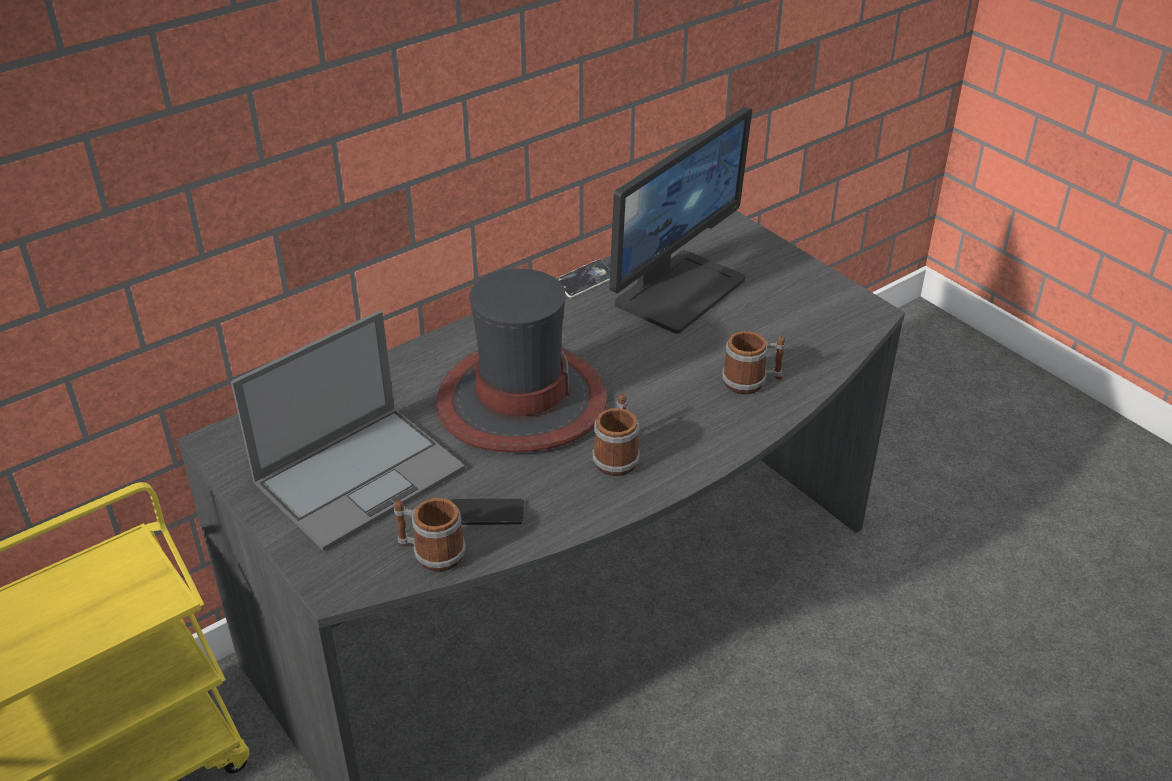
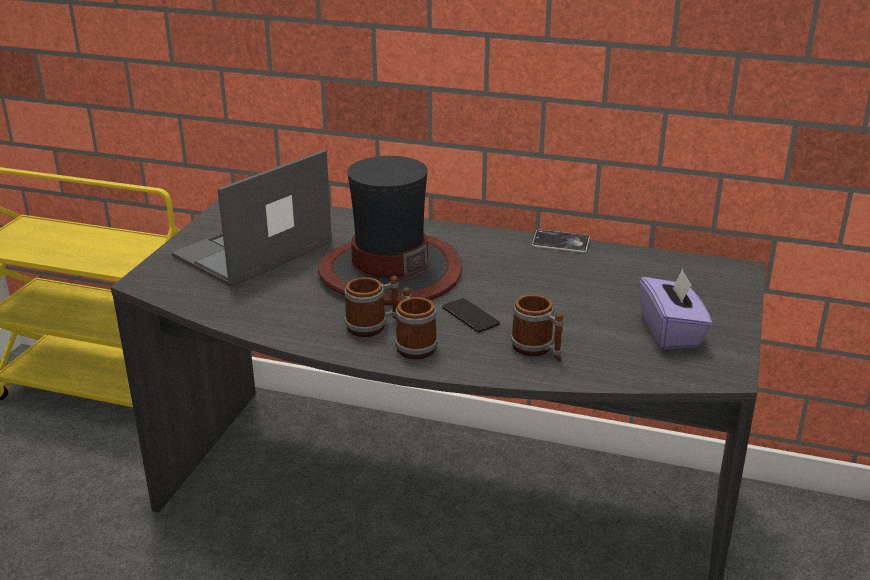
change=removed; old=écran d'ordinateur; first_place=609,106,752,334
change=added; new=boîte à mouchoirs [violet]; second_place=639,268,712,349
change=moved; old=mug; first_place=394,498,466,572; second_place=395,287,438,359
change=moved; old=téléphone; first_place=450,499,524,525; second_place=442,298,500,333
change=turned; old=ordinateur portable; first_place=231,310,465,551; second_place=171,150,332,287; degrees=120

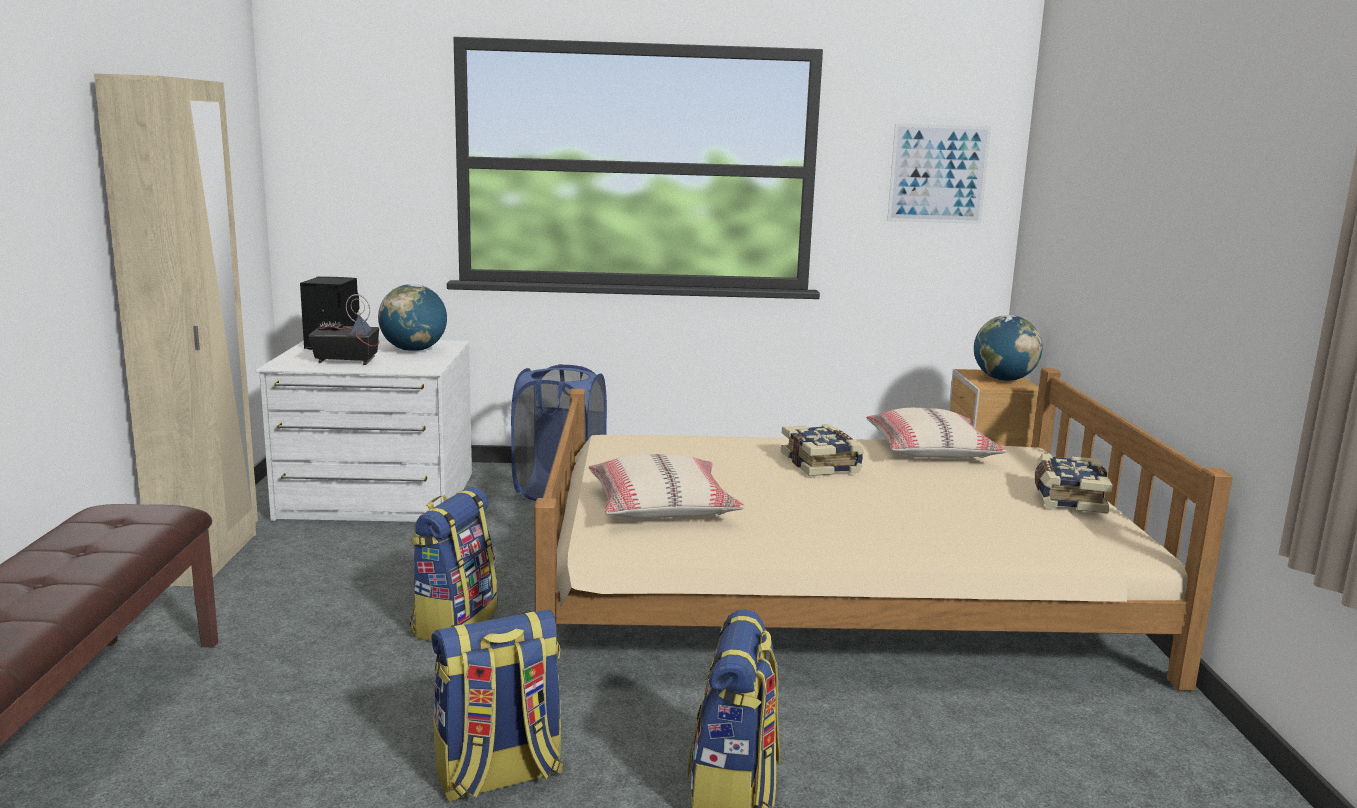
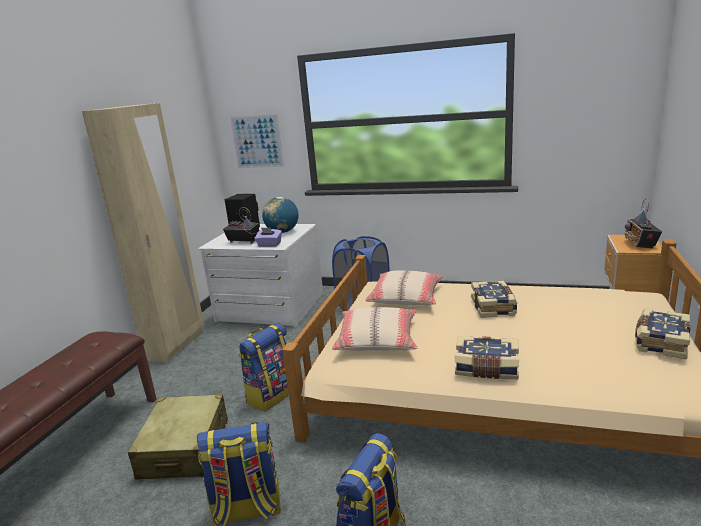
change=added; new=valise [beige]; second_place=128,394,228,480
change=added; new=boîte à mouchoirs [violet]; second_place=254,228,282,247
change=added; new=livre; second_place=455,336,519,379
change=moved; old=coussin [beige]; first_place=866,408,1007,458; second_place=365,270,443,306
change=moved; old=tableau; first_place=887,123,991,224; second_place=230,114,284,168
change=replaced; old=globe; new=radio; first_place=974,315,1042,381; second_place=624,198,662,248

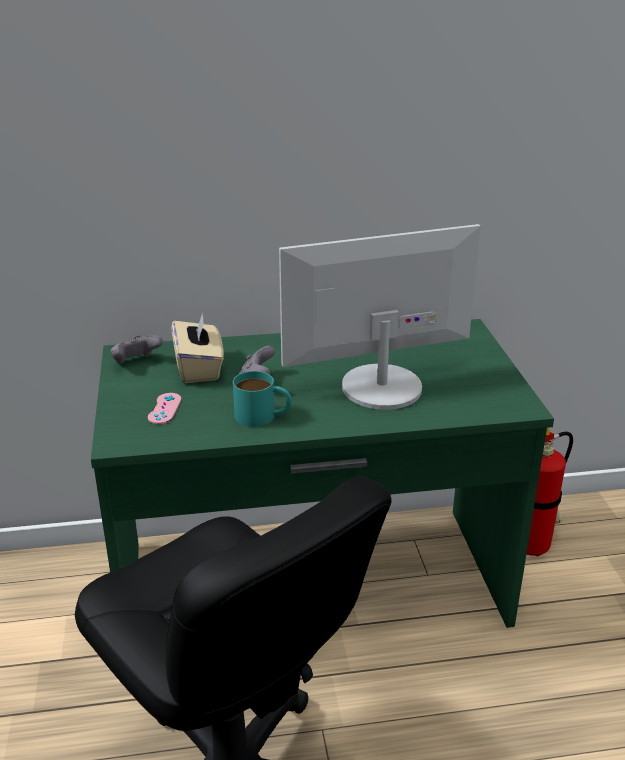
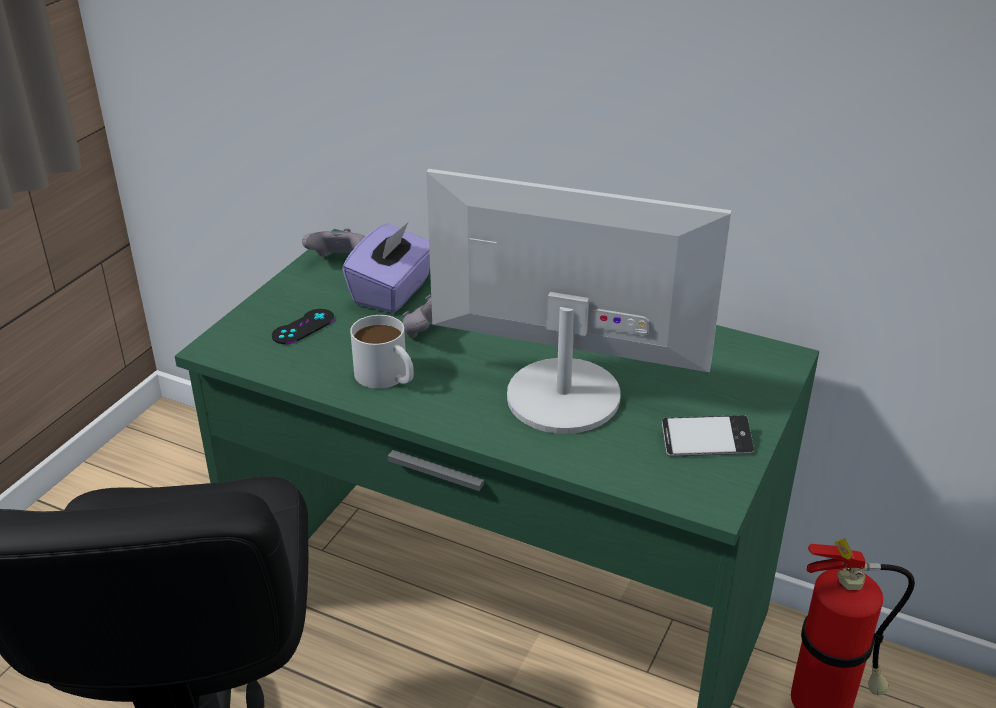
change=added; new=téléphone; second_place=661,415,754,457
change=recoloured; old=manette [rose]; new=manette [noir]; first_place=148,393,182,424; second_place=272,309,334,344
change=recoloured; old=boîte à mouchoirs [beige]; new=boîte à mouchoirs [violet]; first_place=171,313,224,383; second_place=342,223,430,313
change=recoloured; old=mug [turquoise]; new=mug [blanc]; first_place=233,371,292,427; second_place=350,315,414,389

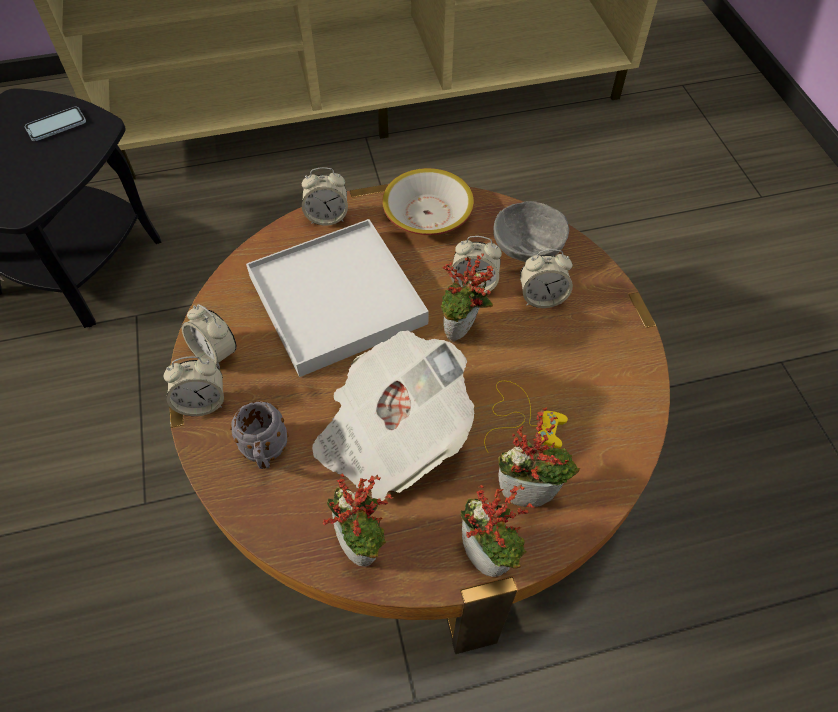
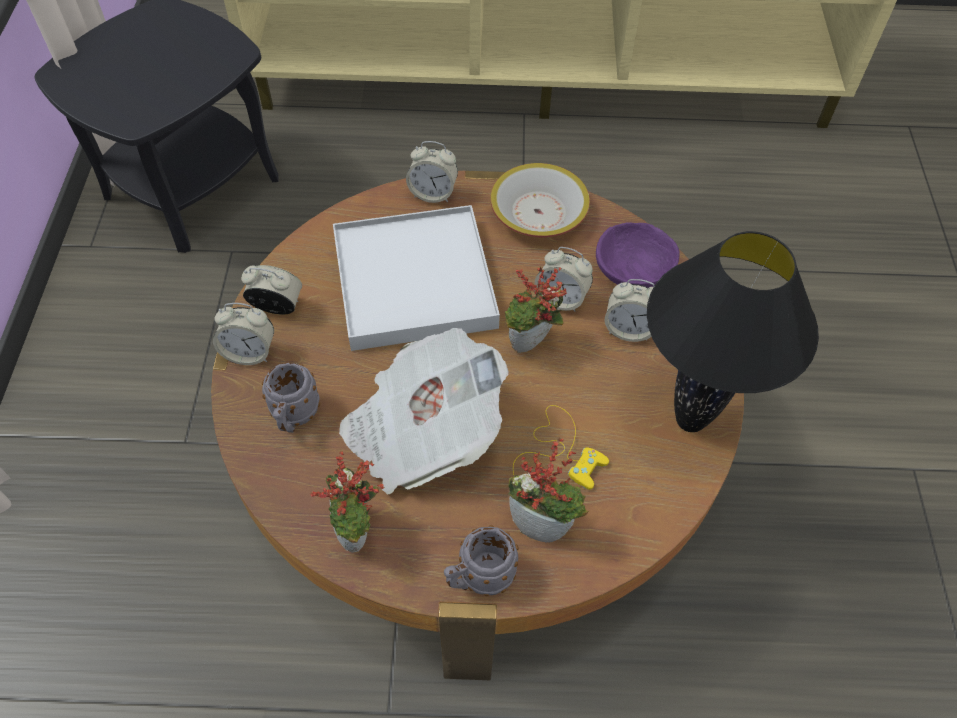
change=removed; old=téléphone; first_place=25,107,86,141
change=added; new=lampe de table [noir]; second_place=647,231,819,432
change=replaced; old=plante en pot; new=mug [gris]; first_place=461,485,535,577; second_place=444,525,519,596
change=recoloured; old=bol [gris]; new=bol [violet]; first_place=493,201,569,262; second_place=596,223,679,288
change=turned; old=réveil; first_place=182,304,236,369; second_place=241,265,302,314; degrees=135

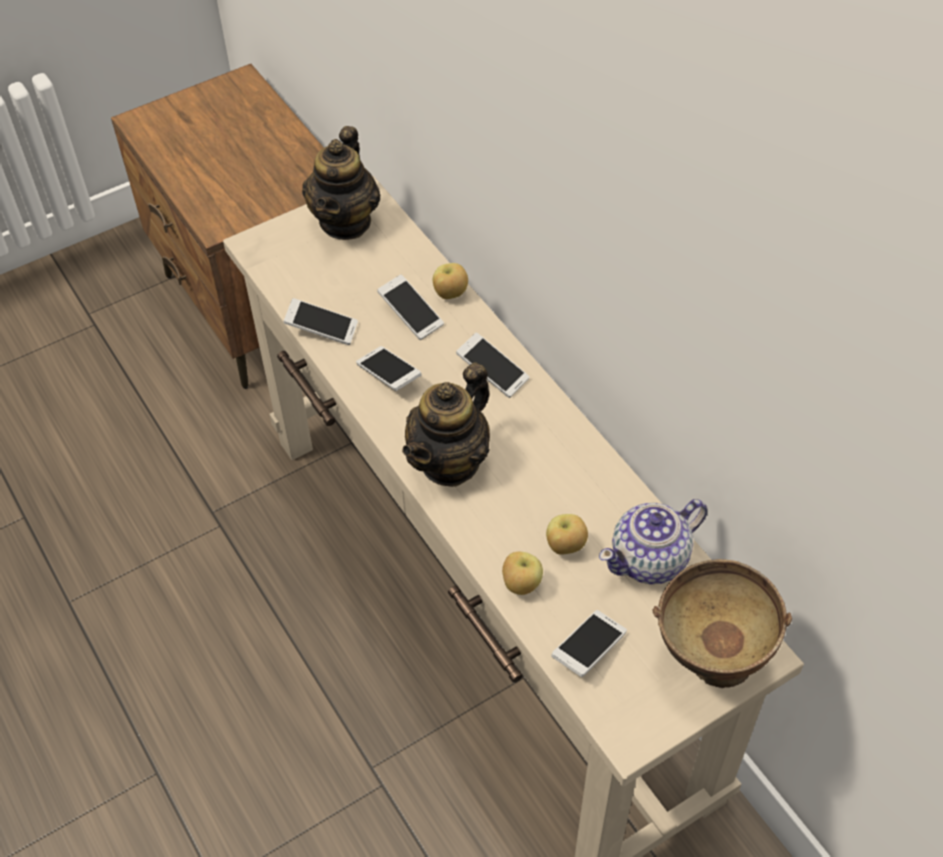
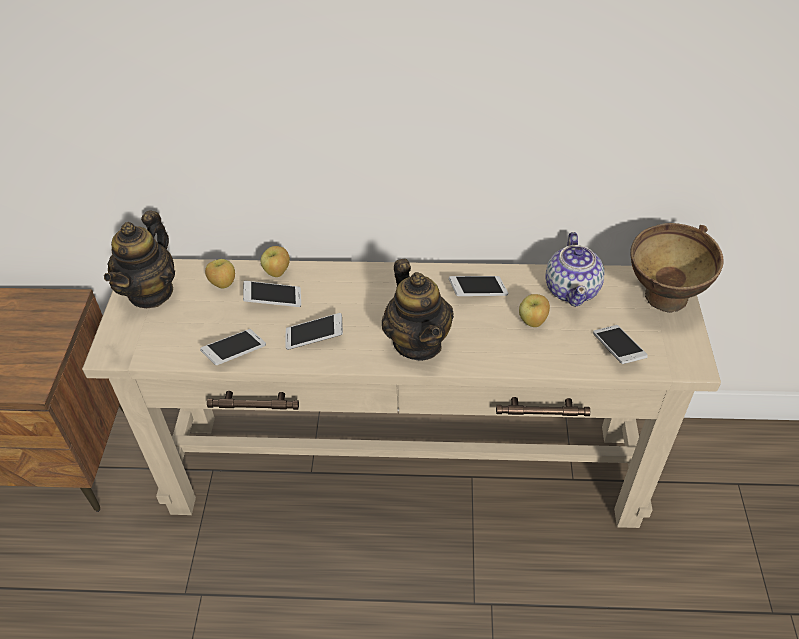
change=moved; old=téléphone; first_place=456,333,530,398; second_place=449,276,508,296
change=moved; old=pomme; first_place=502,552,543,595; second_place=205,259,235,289
change=turned; old=théière; first_place=302,126,381,240; second_place=104,211,175,308; degrees=60

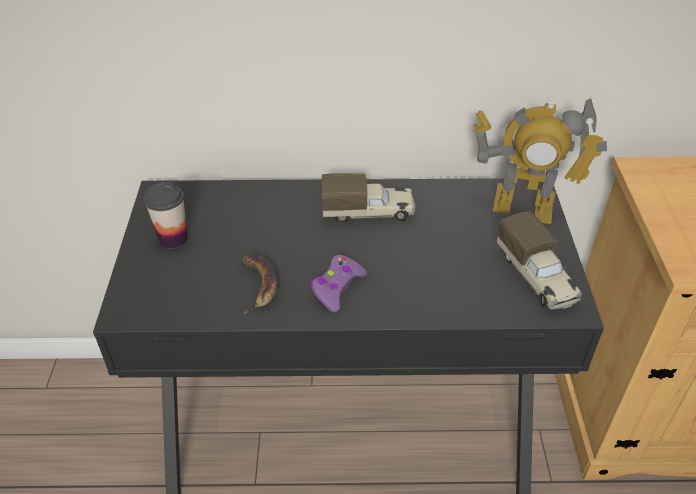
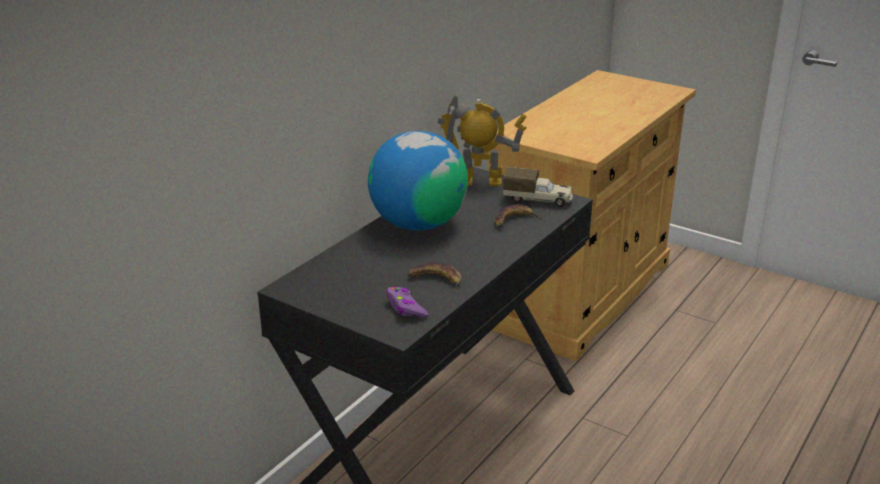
change=removed; old=tasse; first_place=144,182,188,249
change=added; new=banane; second_place=494,205,542,227
change=moved; old=manette [violet]; first_place=310,255,367,312; second_place=386,287,428,318
change=replaced; old=camion jouet; new=globe; first_place=322,173,416,222; second_place=368,131,468,230
change=turned; old=robot jouet; first_place=473,97,607,224; second_place=438,93,527,186; degrees=-135

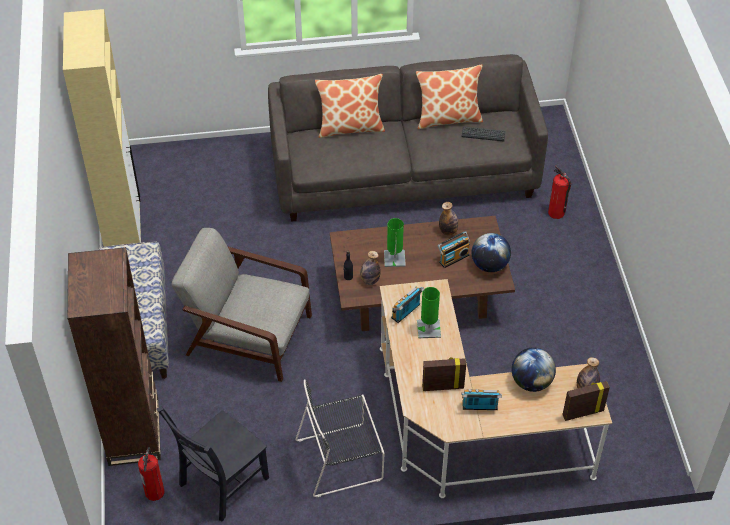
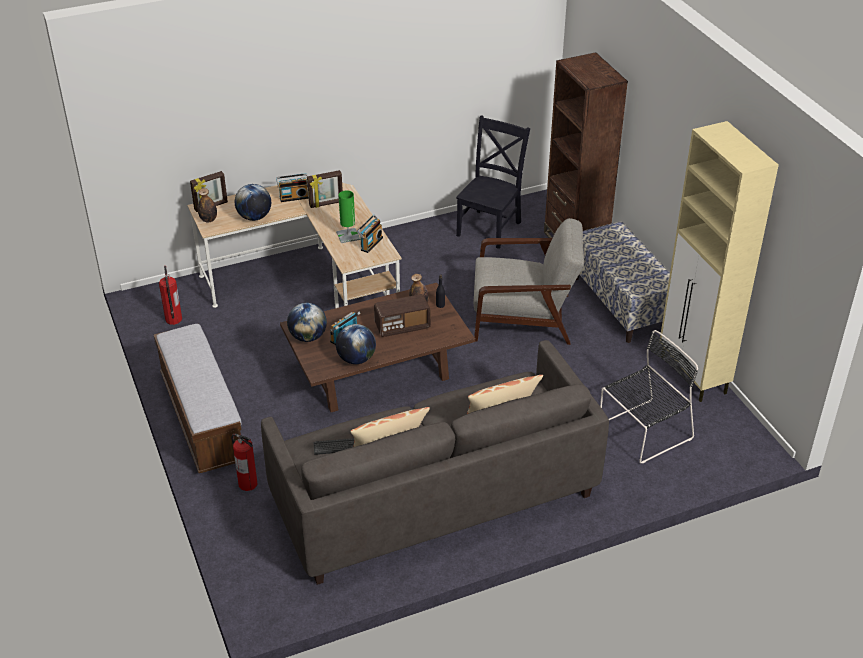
change=added; new=banc; second_place=154,324,242,473
change=moved; old=extincteur; first_place=138,447,165,501; second_place=159,266,182,325
change=moved; old=chaise [noir]; first_place=296,379,384,497; second_place=600,330,698,464
change=replaced; old=lampe de table [vert]; new=radio; first_place=384,218,406,267; second_place=374,294,431,337
change=replaced; old=bouteille; new=globe; first_place=439,202,458,235; second_place=336,324,376,364

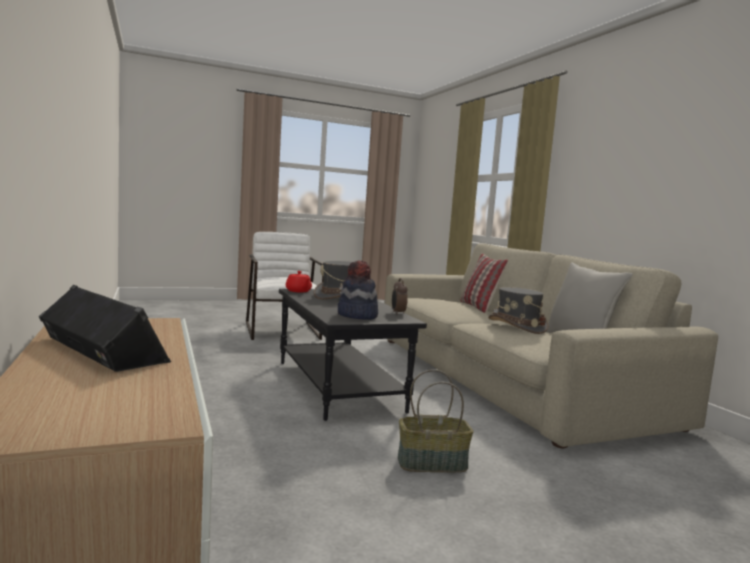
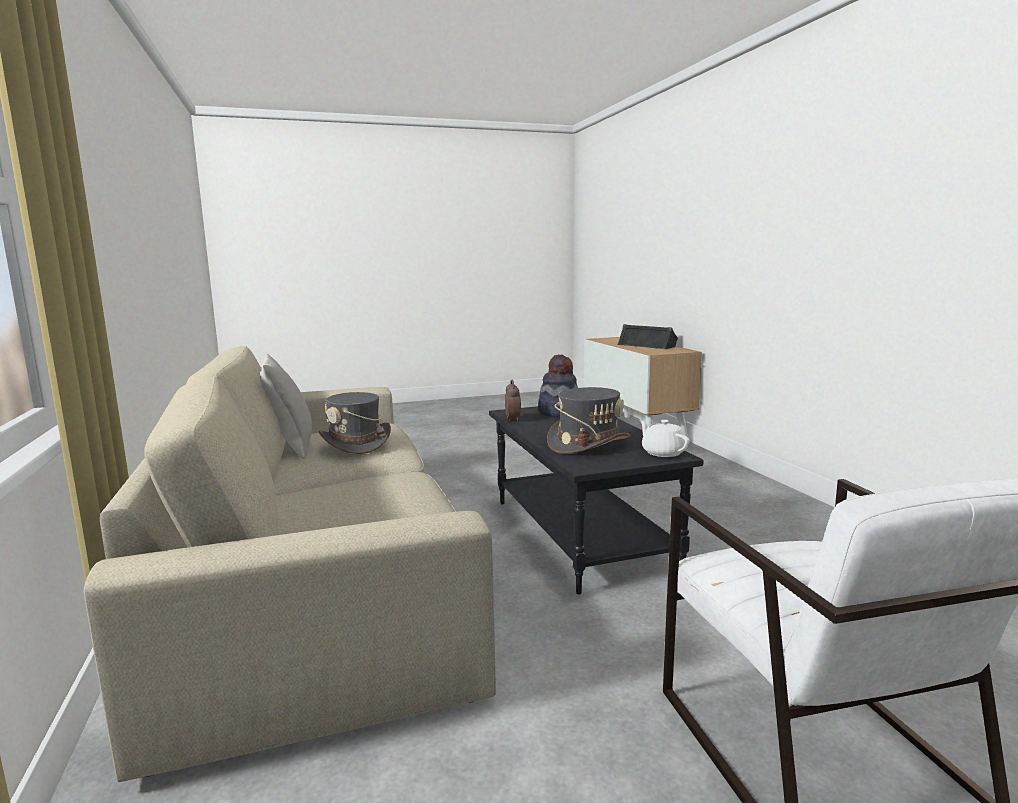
change=removed; old=panier; first_place=398,369,473,472
change=removed; old=coussin; first_place=460,254,508,313
change=recoloured; old=théière [rouge]; new=théière [blanc]; first_place=286,271,312,292; second_place=639,420,690,457

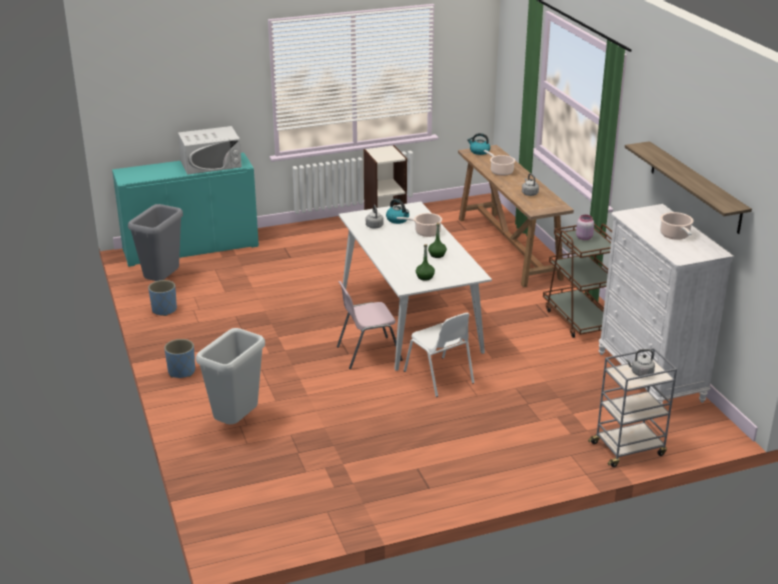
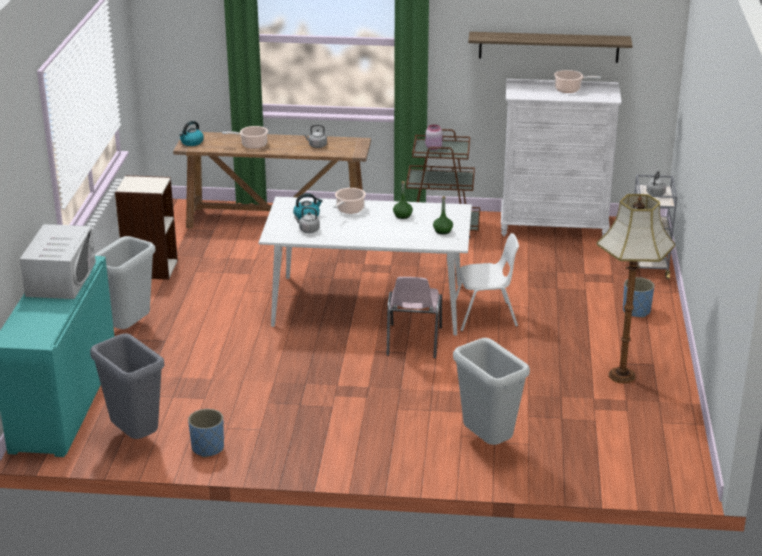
change=added; new=poubelle [gris]; second_place=95,236,155,329
change=added; new=lampadaire; second_place=597,194,675,383
change=moved; old=cache-pot [bleu]; first_place=164,339,195,378; second_place=623,277,654,318

